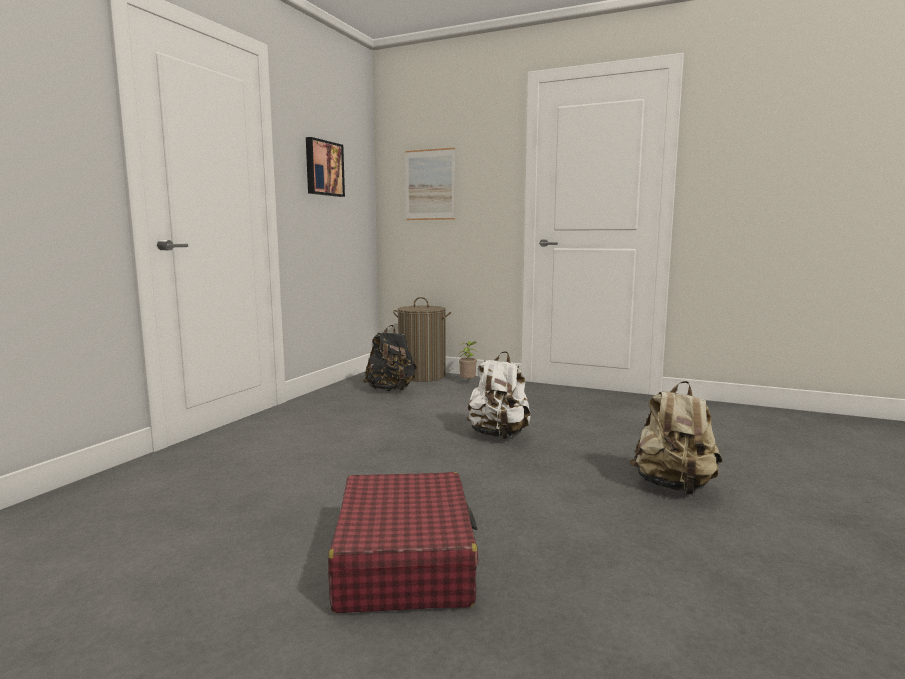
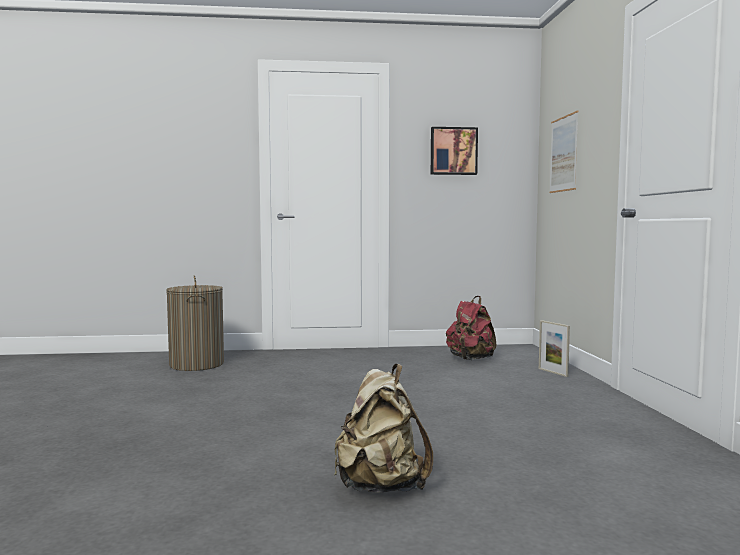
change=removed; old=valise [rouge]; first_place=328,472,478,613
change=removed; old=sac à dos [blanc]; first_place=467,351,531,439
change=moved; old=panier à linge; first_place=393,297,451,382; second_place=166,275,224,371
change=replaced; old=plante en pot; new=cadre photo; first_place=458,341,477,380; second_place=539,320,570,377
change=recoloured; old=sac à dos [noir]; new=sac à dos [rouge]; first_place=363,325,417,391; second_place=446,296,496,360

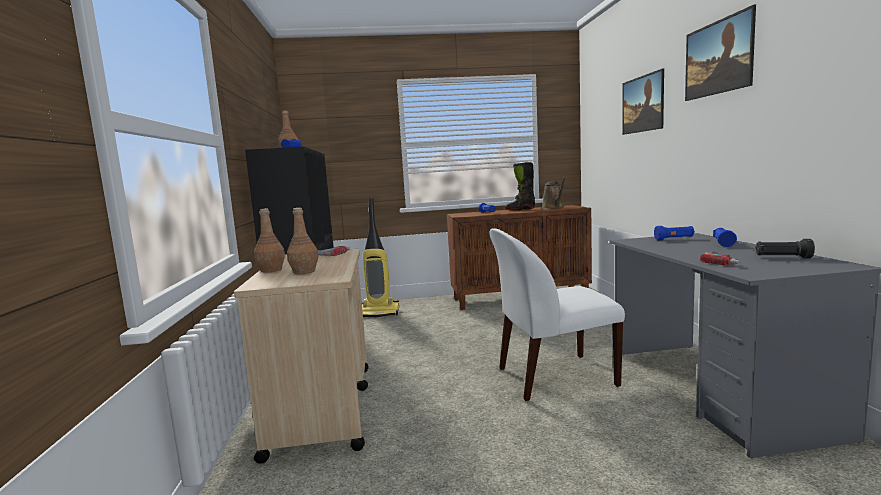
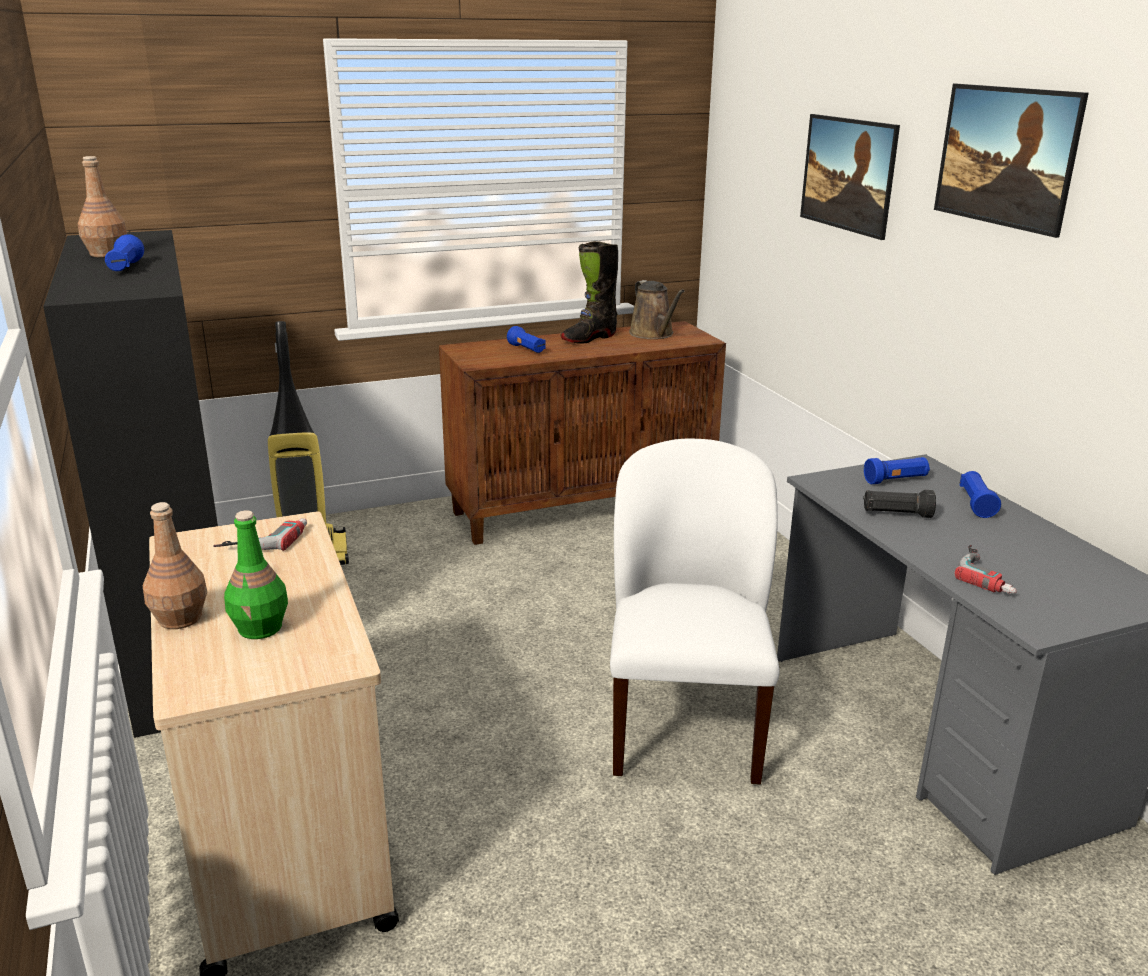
change=moved; old=lampe de poche [noir]; first_place=755,239,815,258; second_place=863,490,936,518
change=recoloured; old=bouteille [marron]; new=bouteille [vert]; first_place=287,208,318,274; second_place=224,510,288,639
change=turned; old=chaise [blanc]; first_place=490,228,625,401; second_place=610,439,780,784; degrees=120

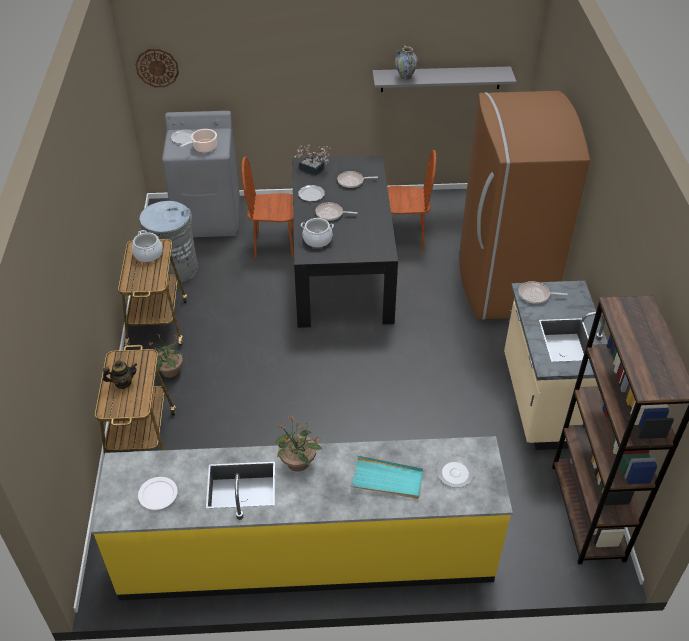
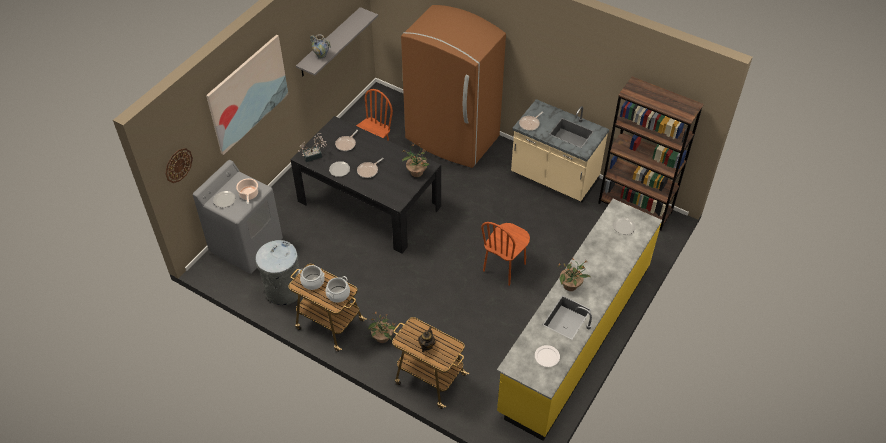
change=removed; old=plateau [turquoise]; first_place=351,455,423,499
change=added; new=tableau; second_place=206,35,289,155
change=added; new=plante en pot; second_place=402,143,429,177
change=moved; old=chaise [marron]; first_place=241,157,294,259; second_place=481,222,530,286
change=moved; old=marmite; first_place=301,218,334,248; second_place=325,276,350,303

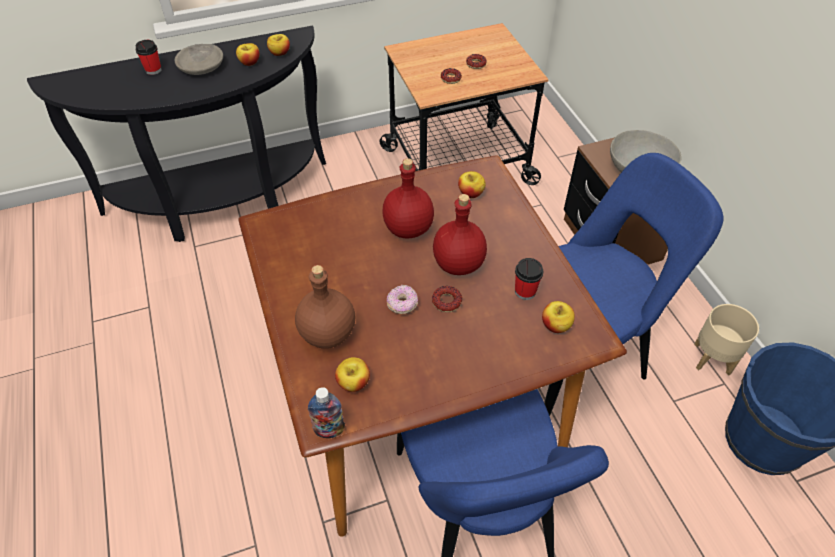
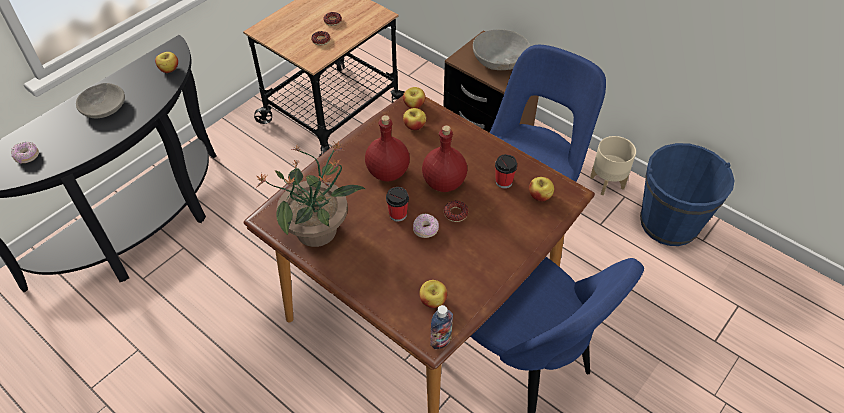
change=removed; old=bouteille [marron]; first_place=295,265,355,349
change=added; new=beignet; second_place=11,142,39,163
change=added; new=plante en pot; second_place=256,141,365,247
change=moved; old=tasse; first_place=136,40,162,75; second_place=386,187,409,222
change=moved; old=pomme; first_place=236,43,259,66; second_place=403,87,425,109

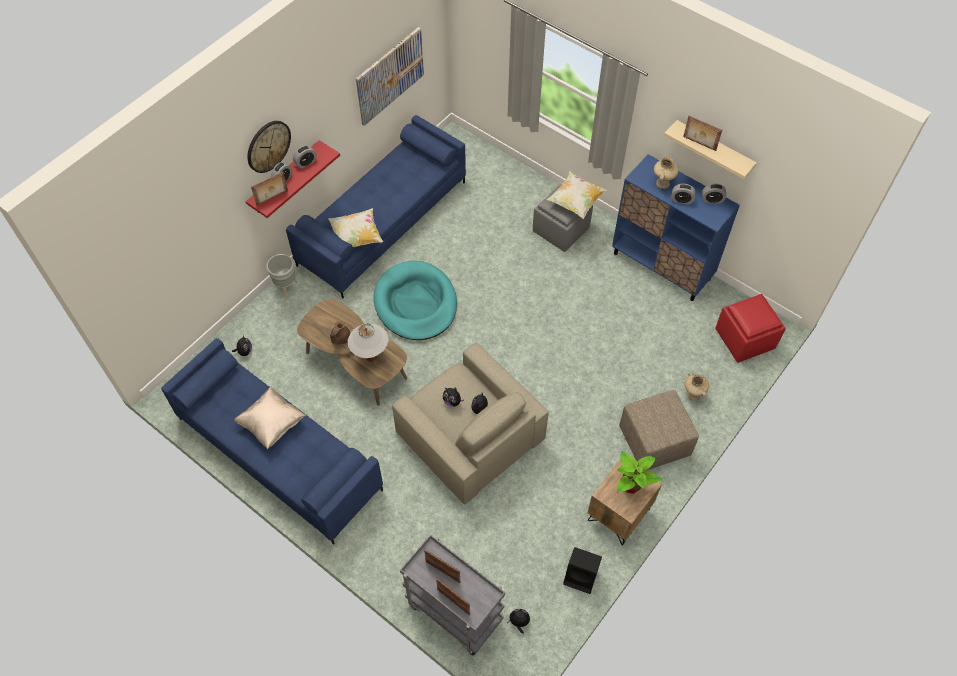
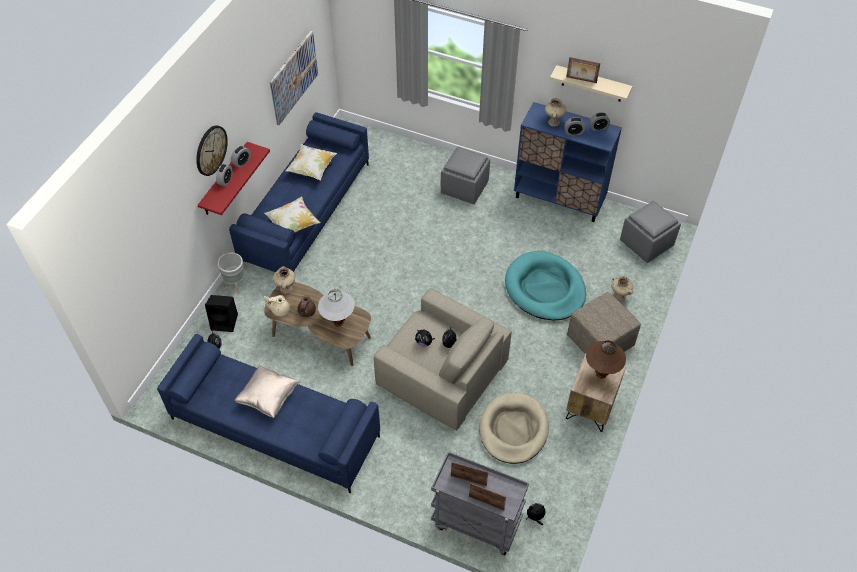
change=removed; old=cadre photo; first_place=251,172,288,206
change=added; new=théière [beige]; second_place=264,295,290,316
change=added; new=vase [beige]; second_place=273,266,295,294
change=added; new=panier pour chien [beige]; second_place=479,393,549,464
change=moved; old=panier pour chien [turquoise]; first_place=373,261,457,340; second_place=505,251,586,320
change=moved; old=coussin; first_place=547,172,607,219; second_place=285,144,337,181
change=moved; old=enceinte [noir]; first_place=563,547,602,594; second_place=205,295,238,332
change=replaced; old=plante en pot; new=lampe de table [marron]; first_place=617,451,662,494; second_place=586,340,626,379
change=recoloured; old=pouf [rouge]; new=pouf [gris]; first_place=715,294,786,363; second_place=620,201,681,263

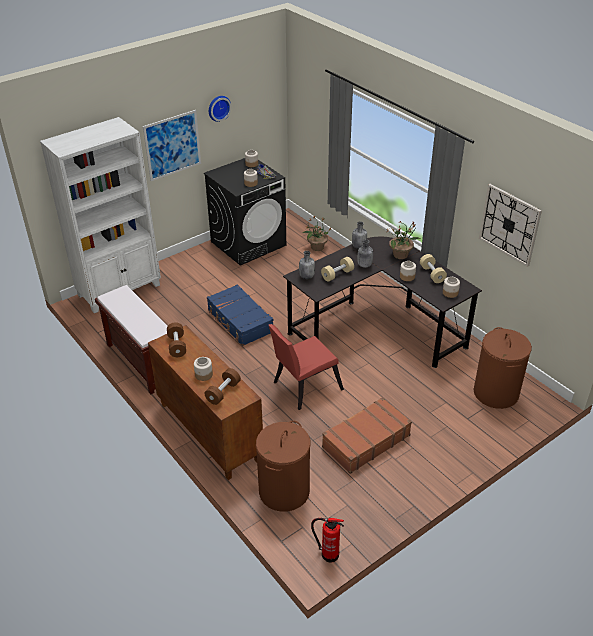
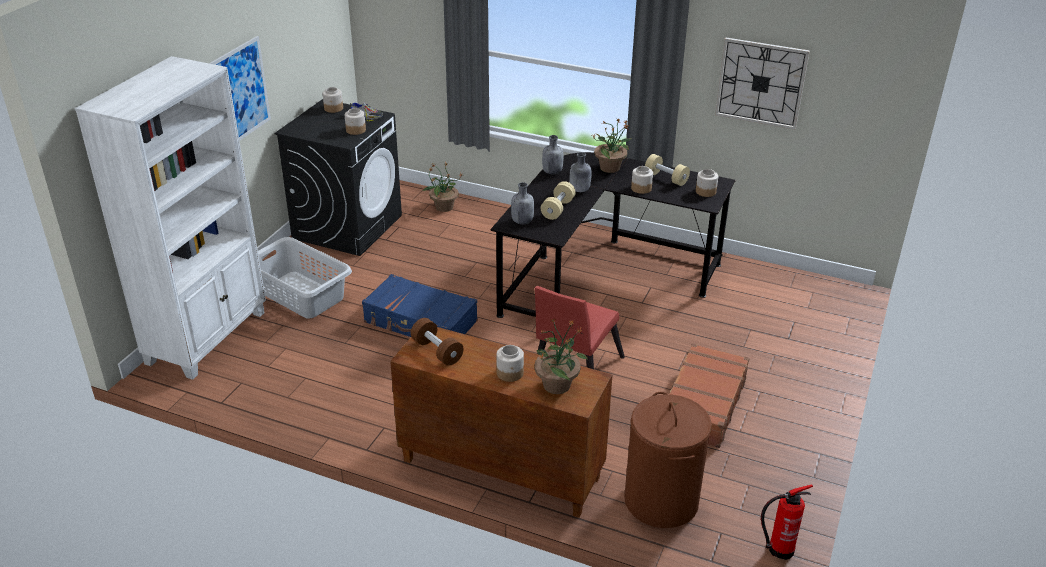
change=removed; old=banc [marron]; first_place=95,285,167,394
change=removed; old=horloge murale; first_place=209,96,231,122
change=removed; old=panier à linge [marron]; first_place=474,327,532,409
change=added; new=panier à linge [gris]; second_place=258,237,352,319
change=replaced; old=haltère [marron]; new=plante en pot; first_place=205,368,241,405; second_place=534,318,588,394

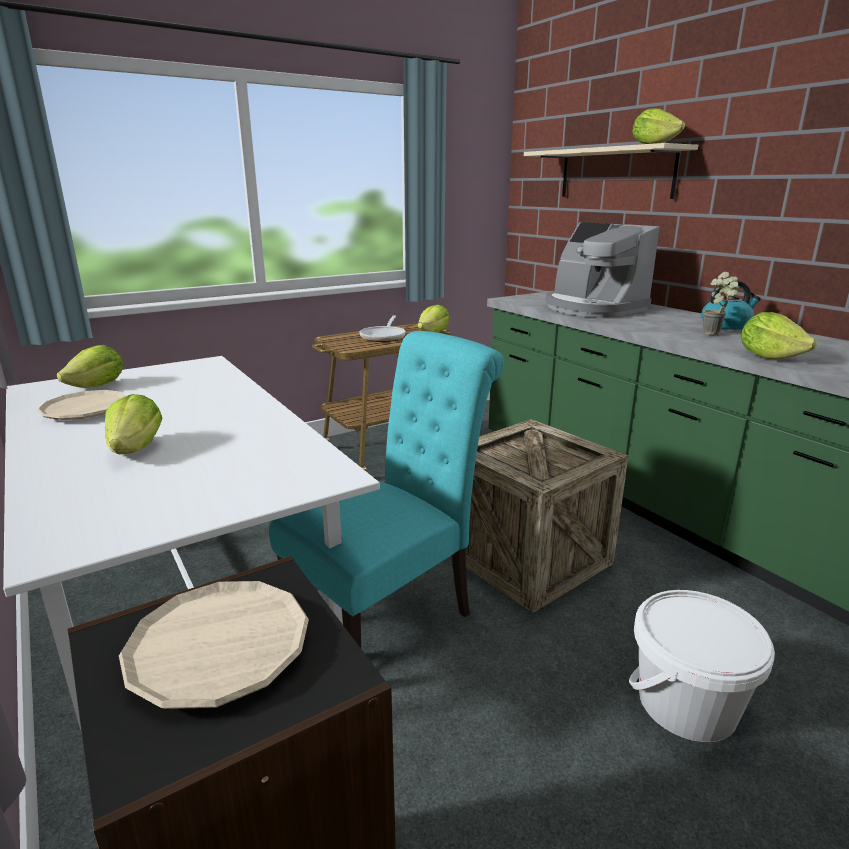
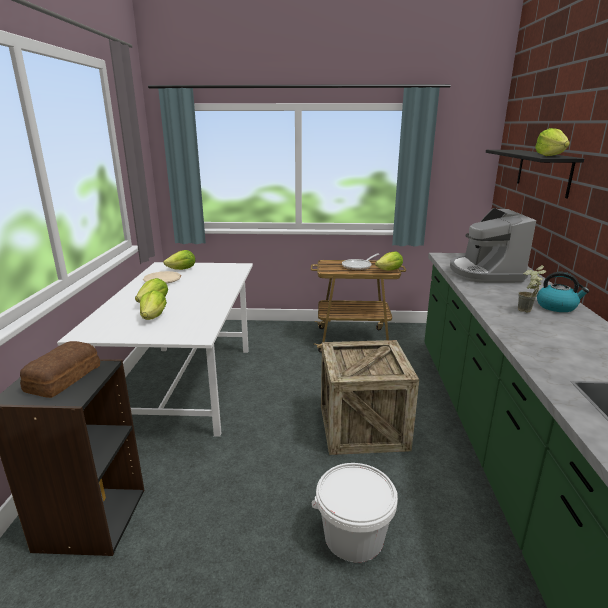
change=removed; old=chaise [turquoise]; first_place=269,331,504,648
change=moved; old=laitue; first_place=741,312,817,359; second_place=140,290,167,320
change=replaced; old=assiette [beige]; new=pain; first_place=119,581,309,709; second_place=20,341,100,398
change=recoloured; old=étagère [beige]; new=étagère [noir]; first_place=524,143,698,199; second_place=486,150,584,198

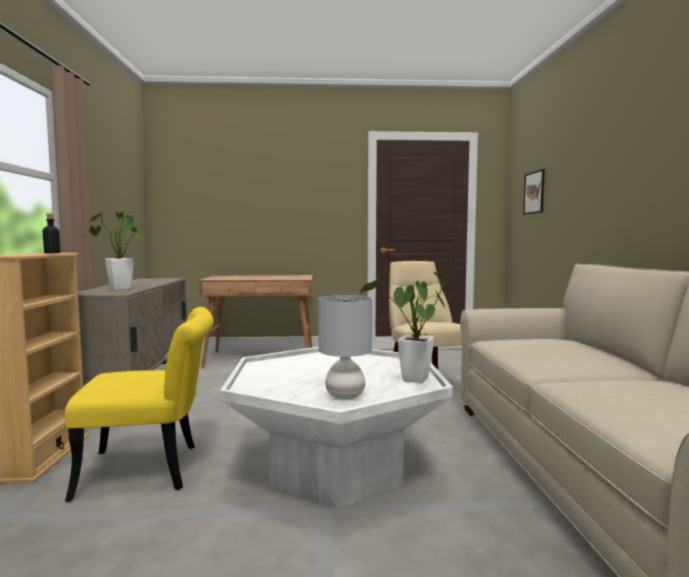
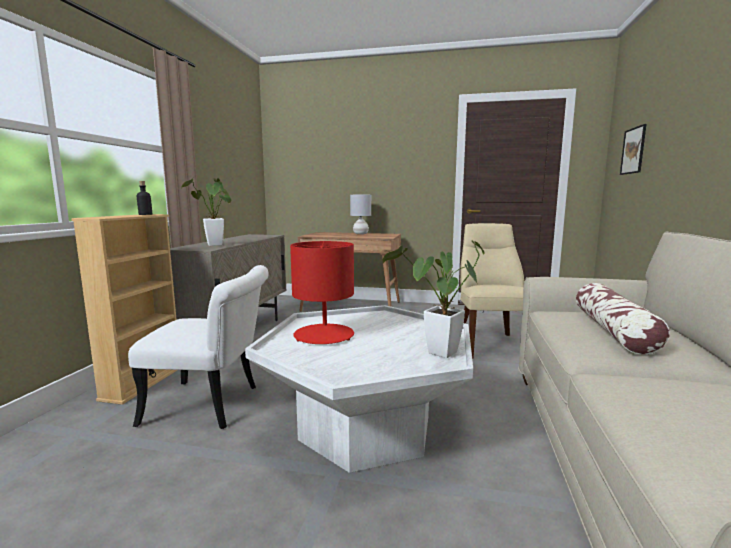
change=added; new=lampe de table [rouge]; second_place=290,241,354,344
change=added; new=coussin; second_place=576,283,670,354
change=moved; old=lampe de table [gris]; first_place=318,295,372,400; second_place=350,195,371,235
change=recoloured; old=chaise [jaune]; new=chaise [blanc]; first_place=65,307,214,502; second_place=128,265,269,429

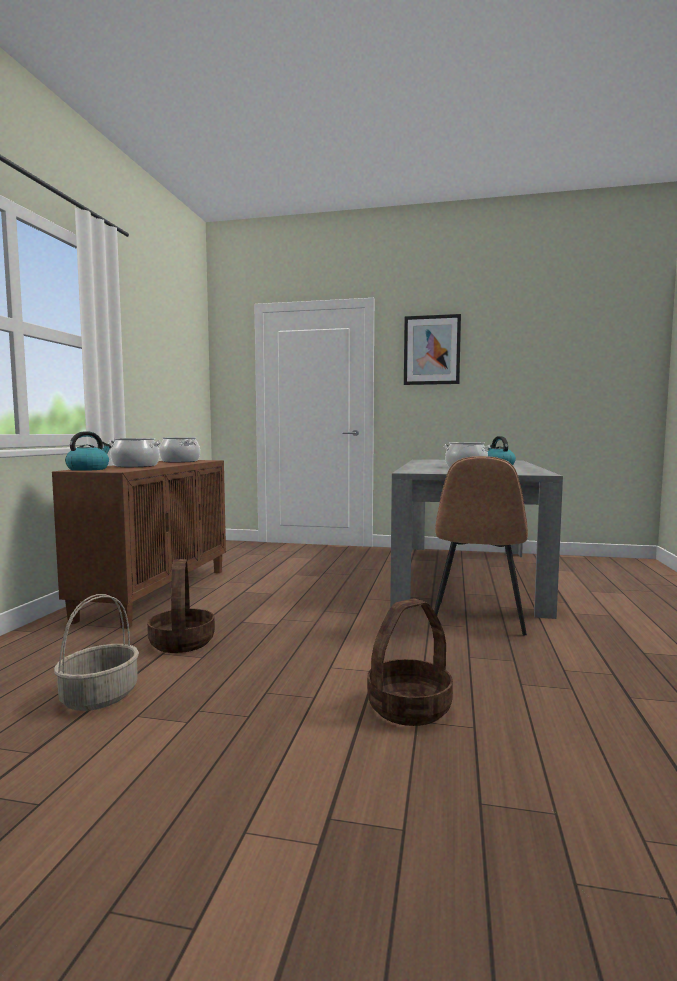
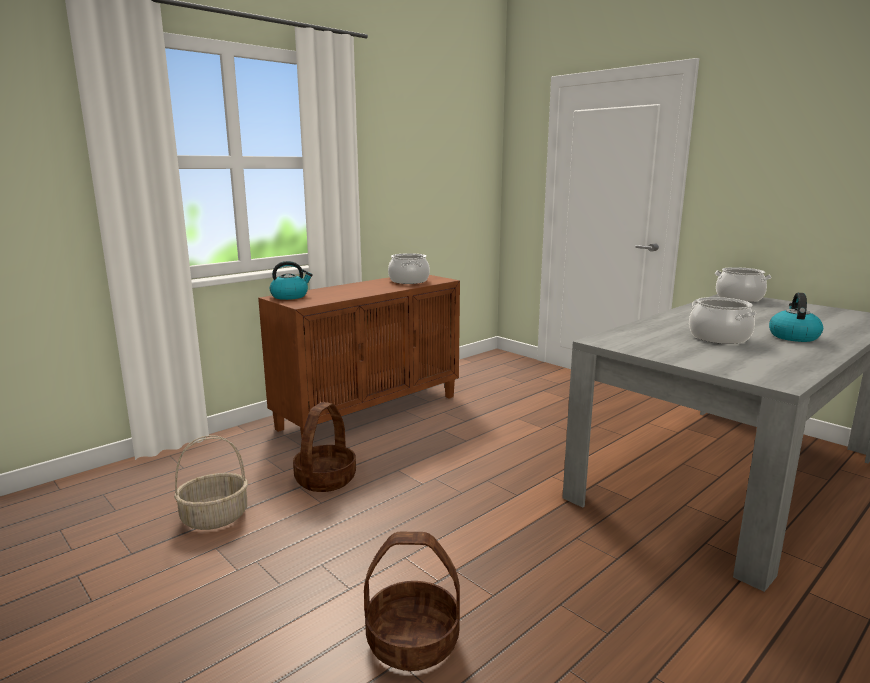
change=removed; old=tableau; first_place=404,314,461,385
change=removed; old=chaise [marron]; first_place=434,456,528,636
change=moved; old=marmite; first_place=108,438,161,467; second_place=715,267,772,302

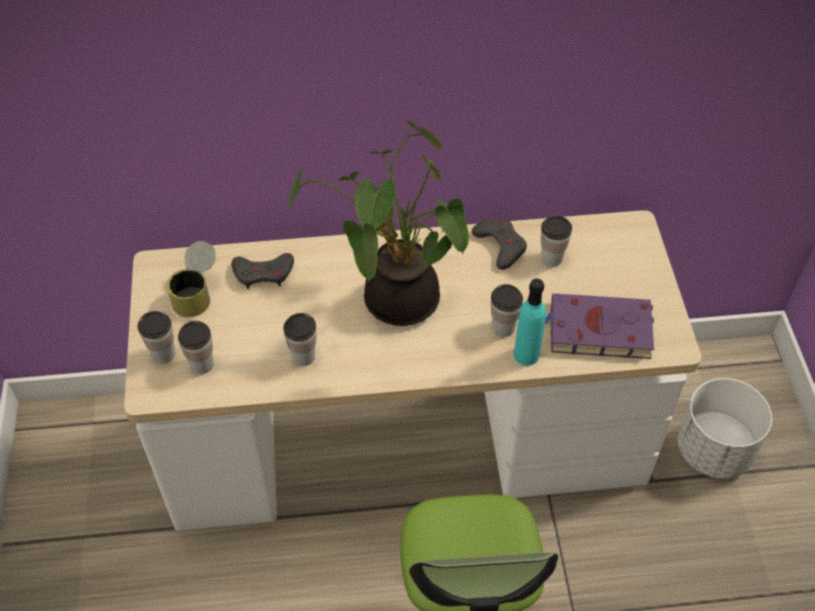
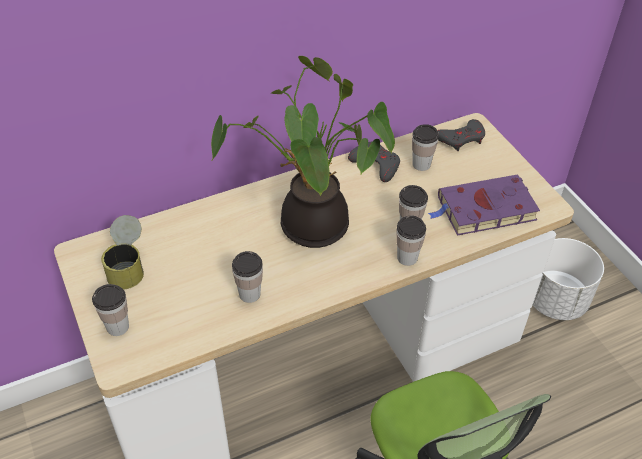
change=removed; old=bouteille [turquoise]; first_place=514,278,546,366
change=moved; old=tasse; first_place=178,321,214,374; second_place=396,215,426,266
change=moved; old=manette [gris]; first_place=232,253,294,289; second_place=437,119,485,151

